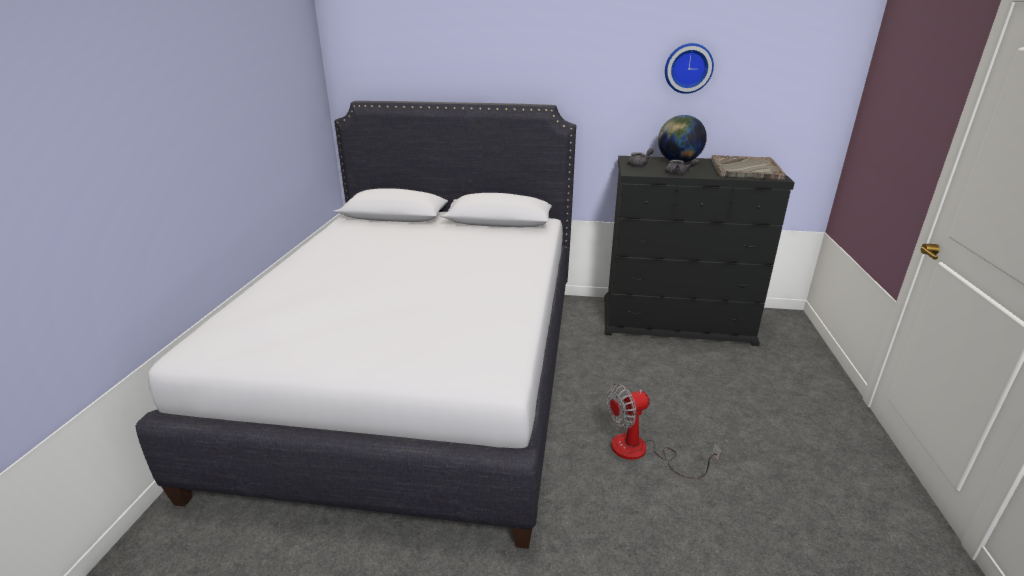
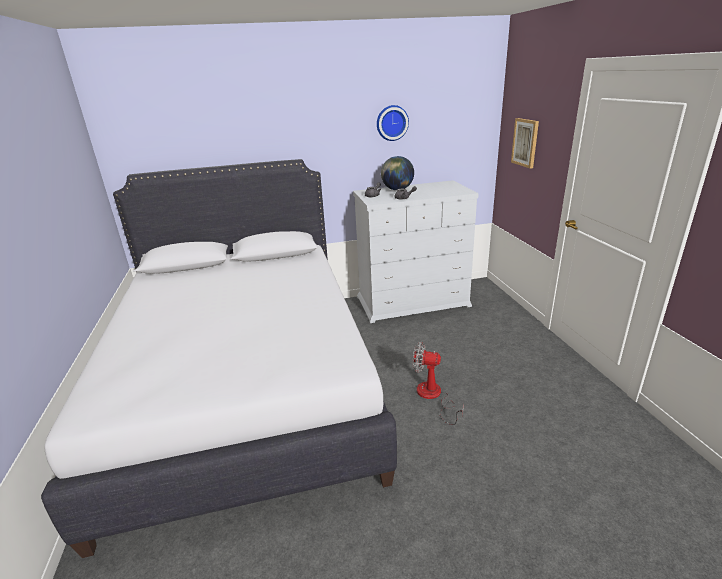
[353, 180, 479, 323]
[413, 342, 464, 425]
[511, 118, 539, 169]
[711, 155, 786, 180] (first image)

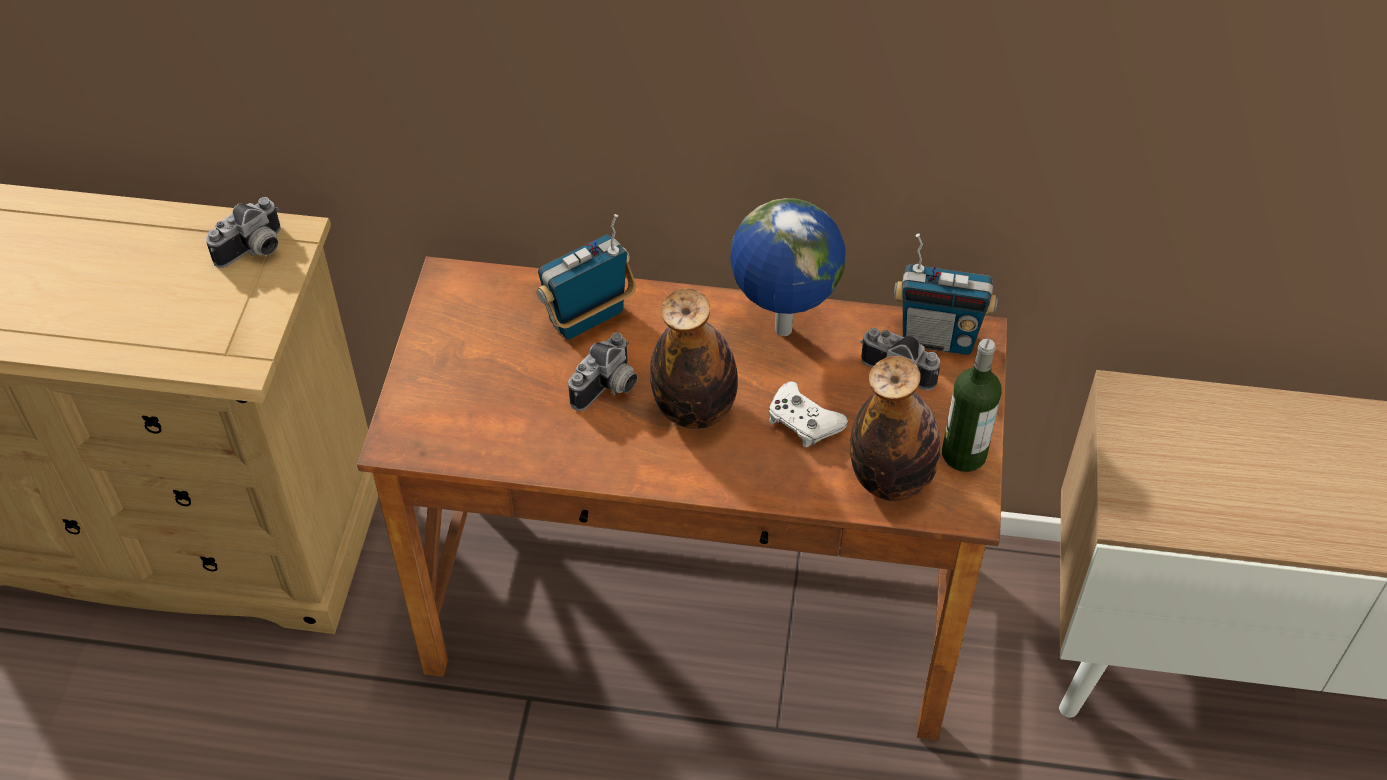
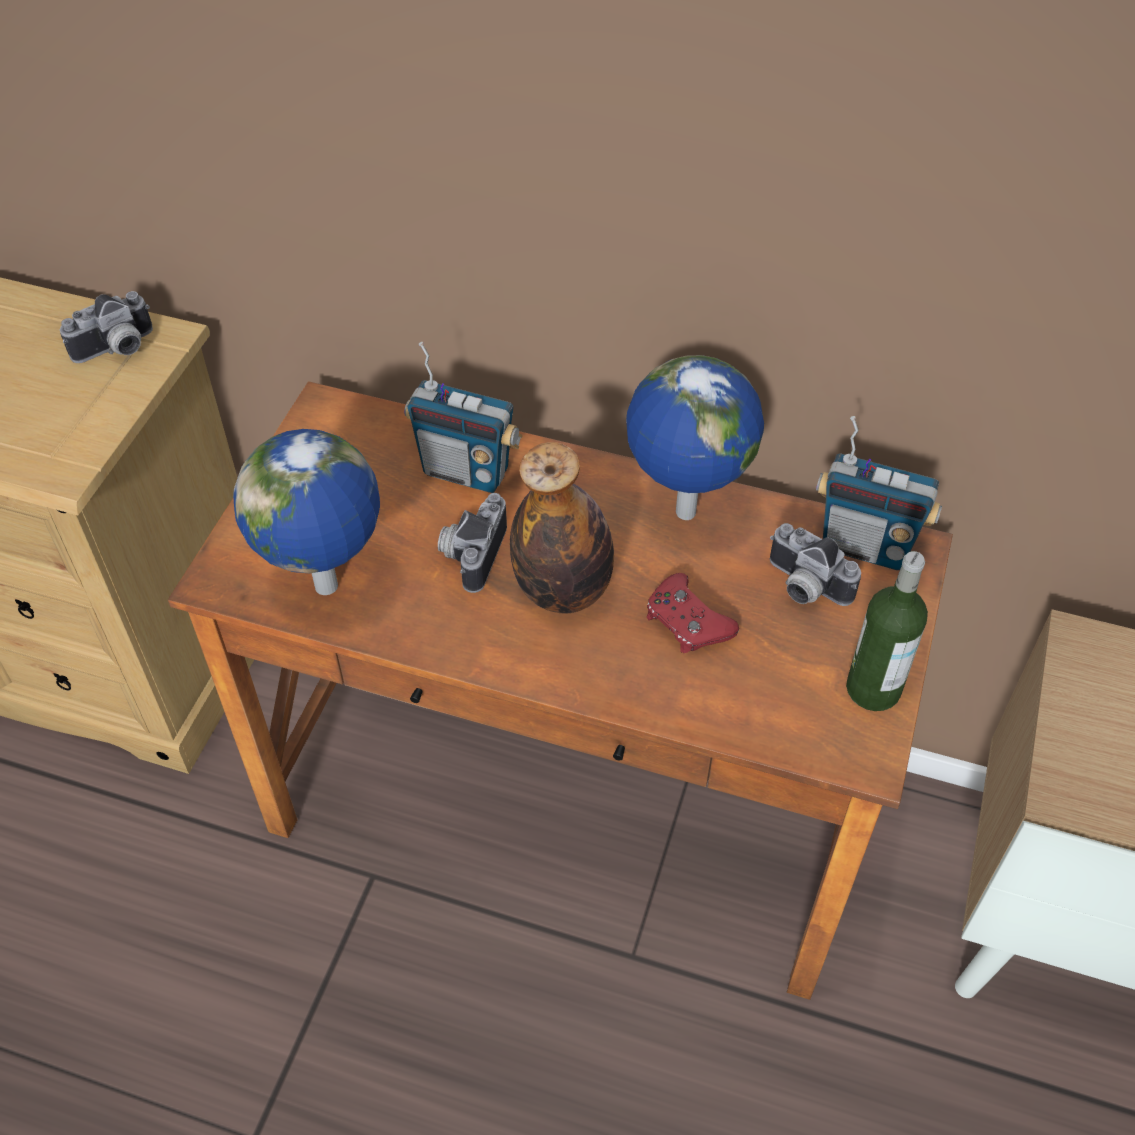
[233, 429, 380, 595]
[404, 342, 522, 493]
[438, 493, 507, 593]
[647, 573, 739, 653]
[850, 356, 941, 501] (first image)

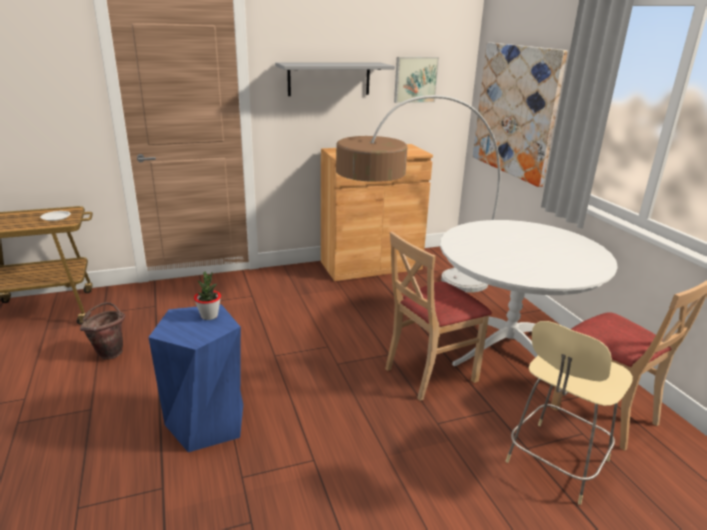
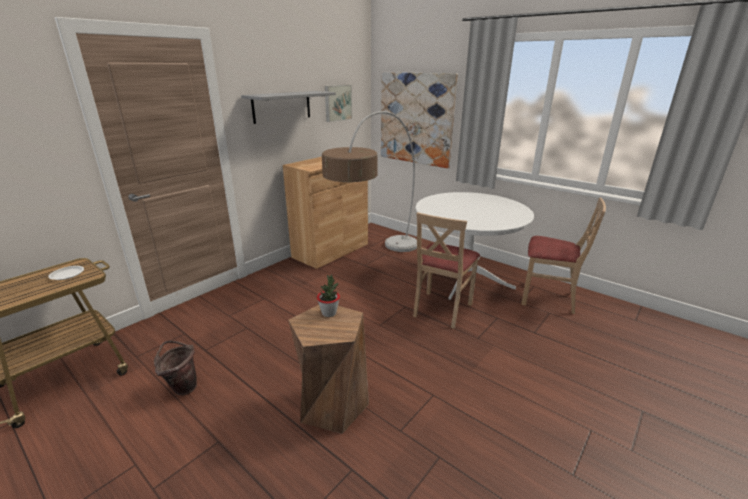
[288, 305, 369, 434]
[506, 321, 633, 505] (first image)

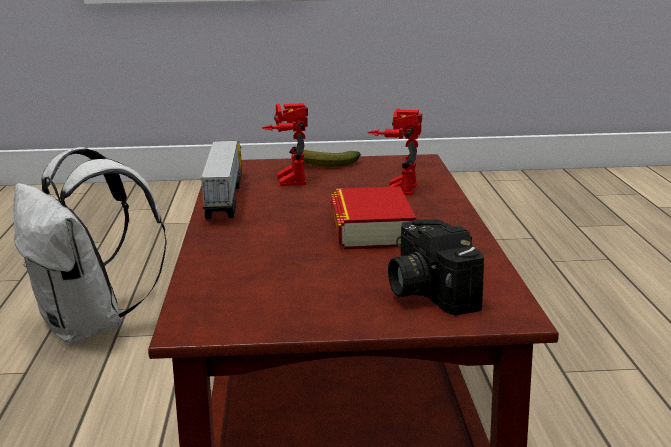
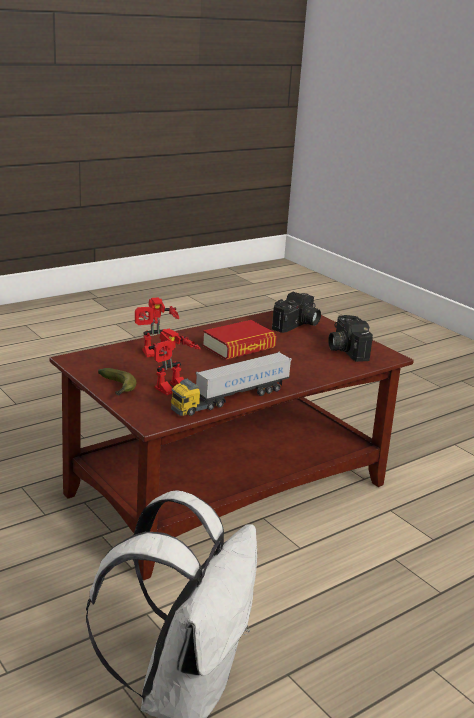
[328, 315, 373, 362]

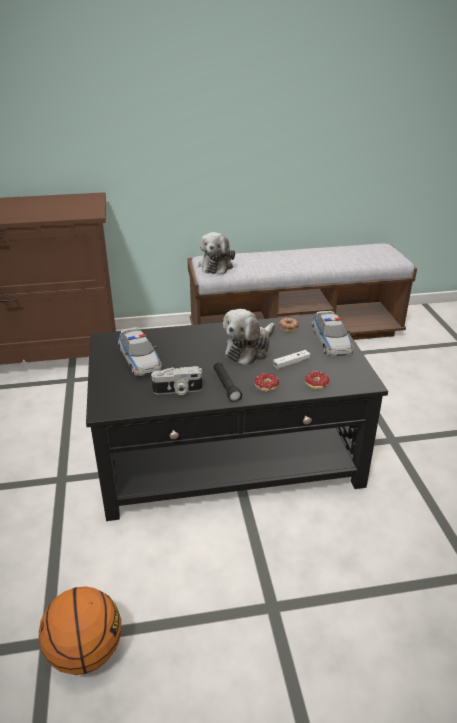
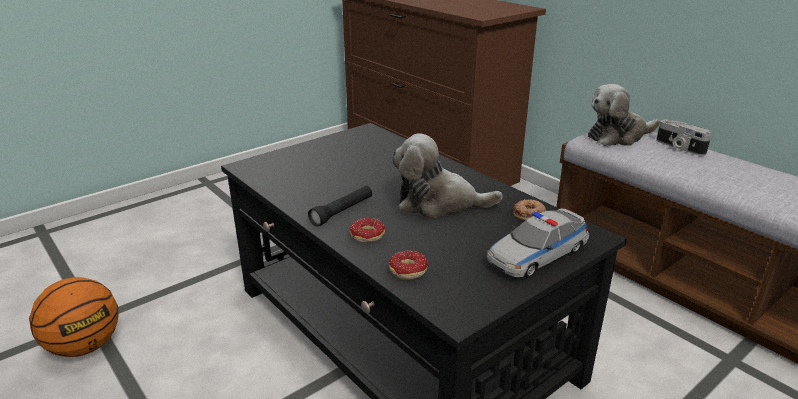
[656, 120, 712, 156]
[118, 327, 162, 376] (first image)
[273, 350, 310, 369] (first image)

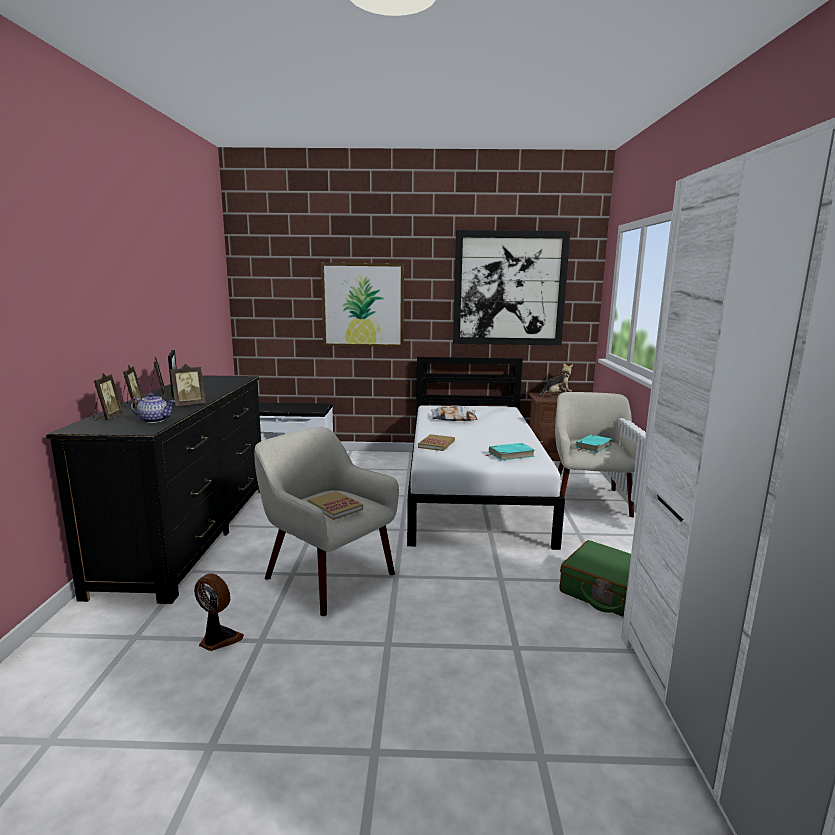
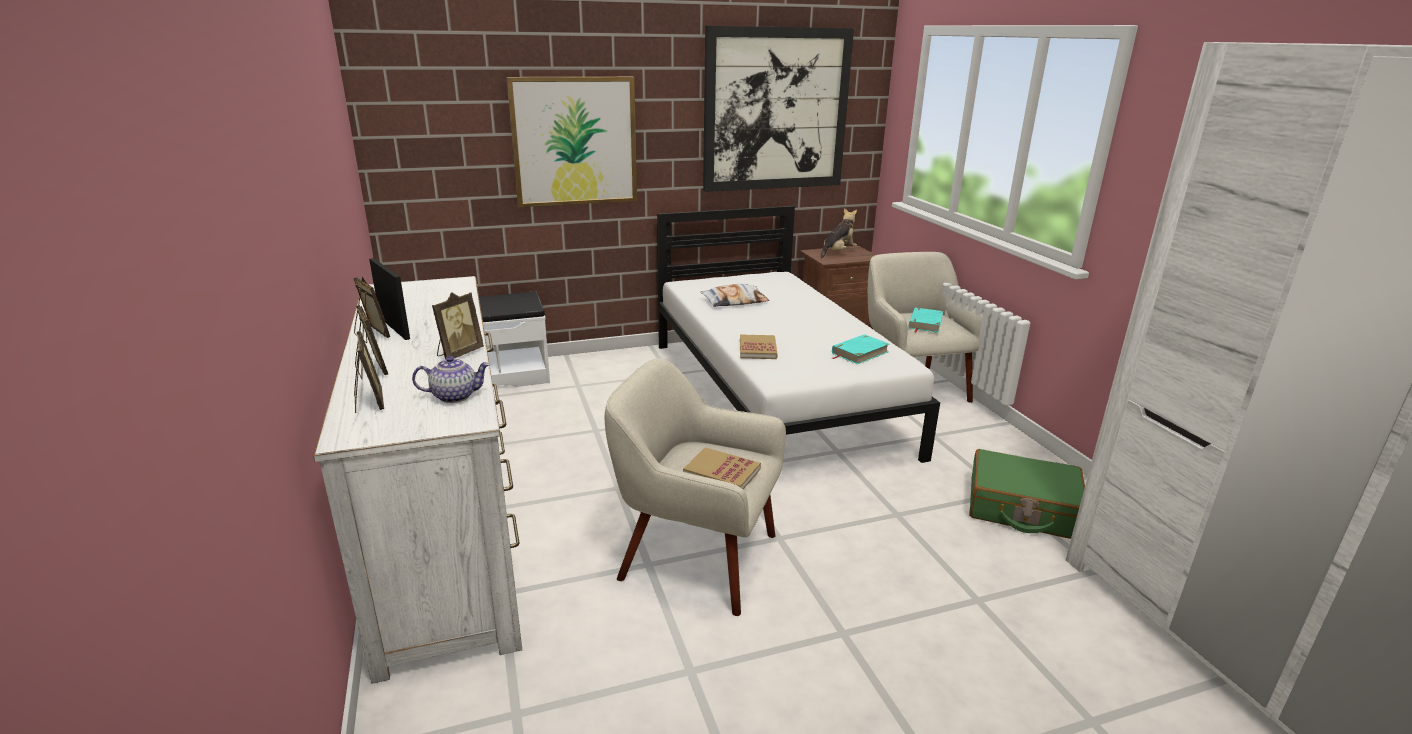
[313, 276, 522, 684]
[194, 573, 244, 651] (first image)

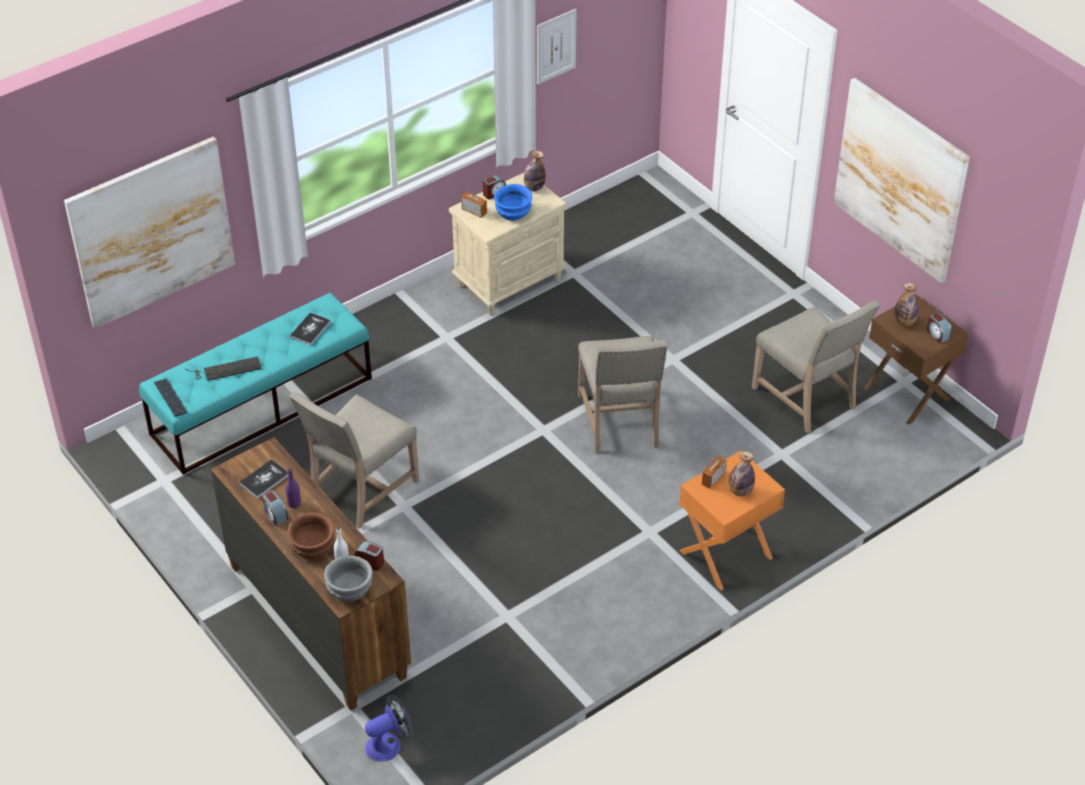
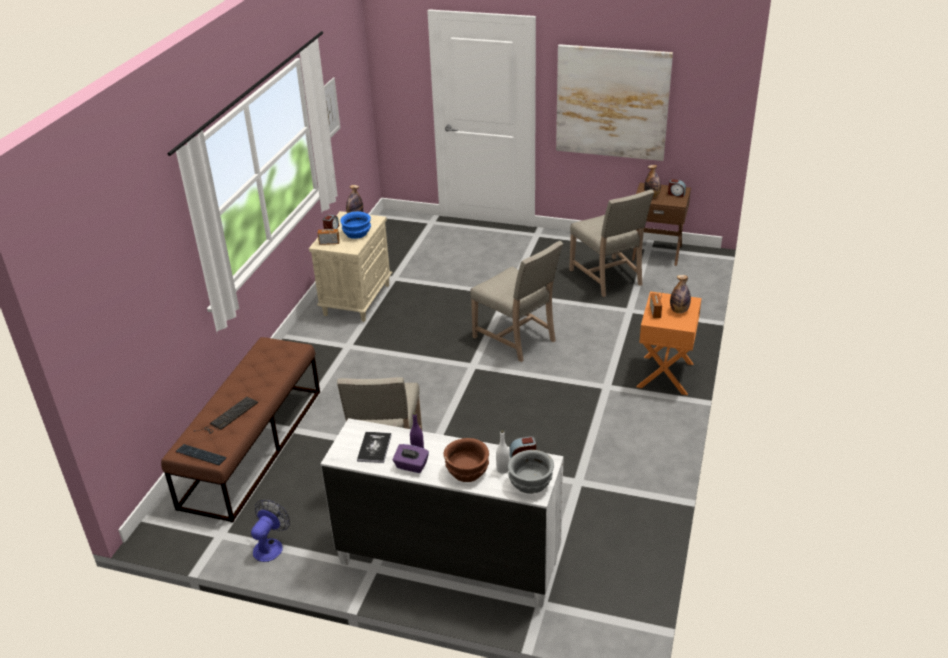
[161, 337, 320, 523]
[251, 500, 290, 562]
[321, 418, 564, 608]
[392, 444, 429, 473]
[569, 189, 654, 297]
[64, 136, 235, 329] (first image)
[290, 313, 331, 345] (first image)

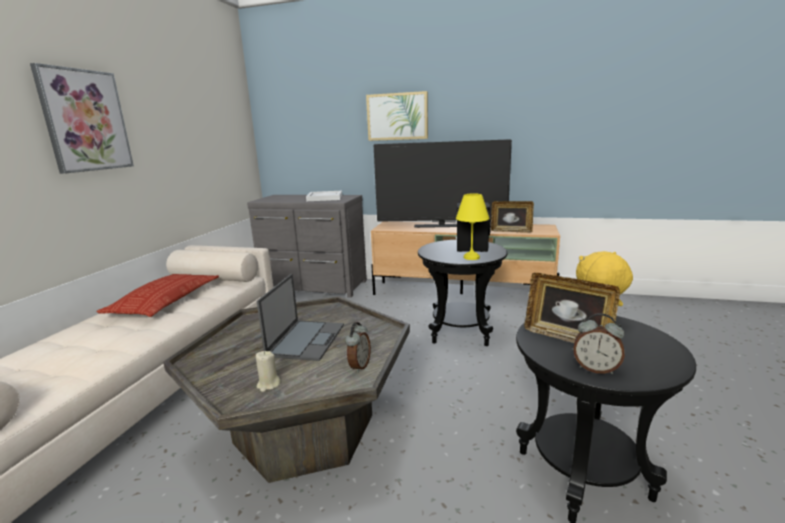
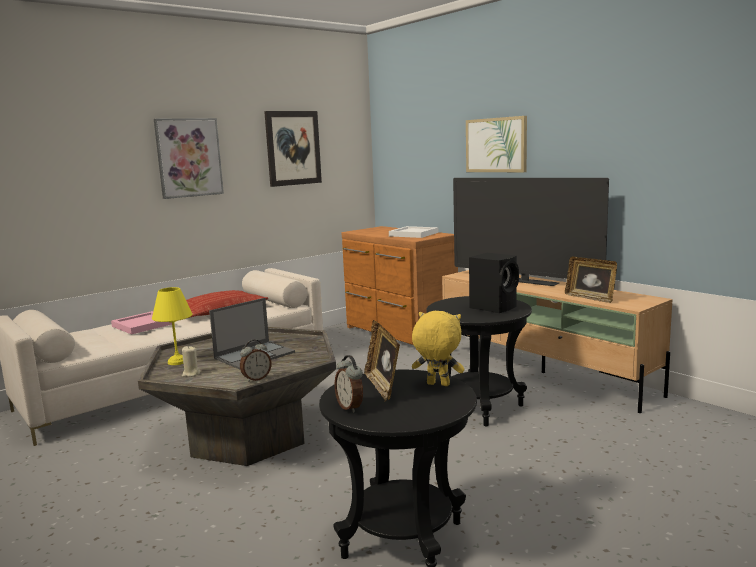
[111, 311, 172, 334]
[152, 287, 192, 365]
[264, 111, 322, 187]
[342, 226, 458, 350]

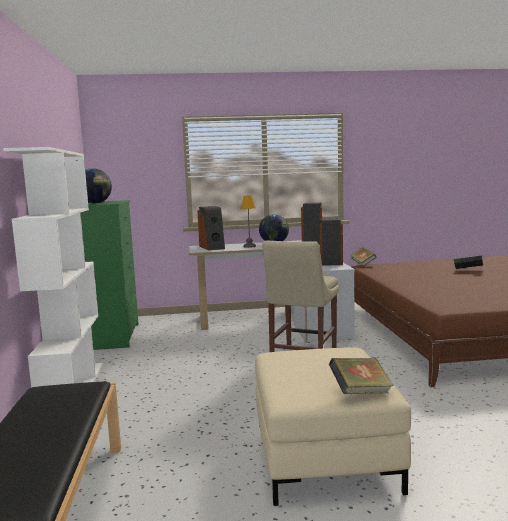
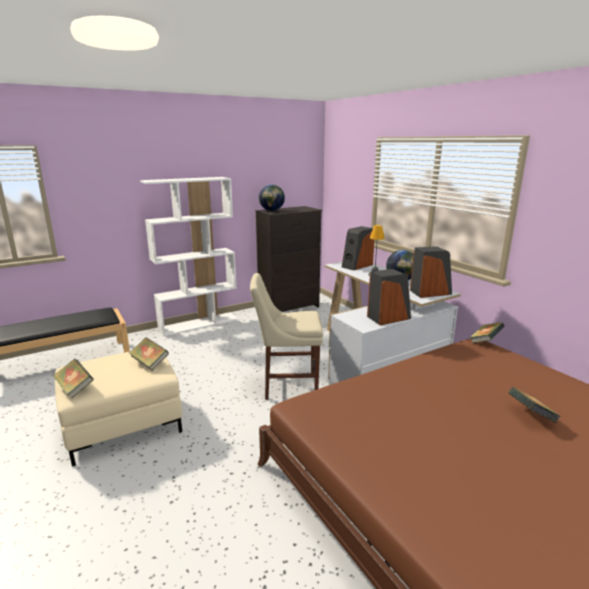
[129, 337, 169, 371]
[255, 206, 322, 312]

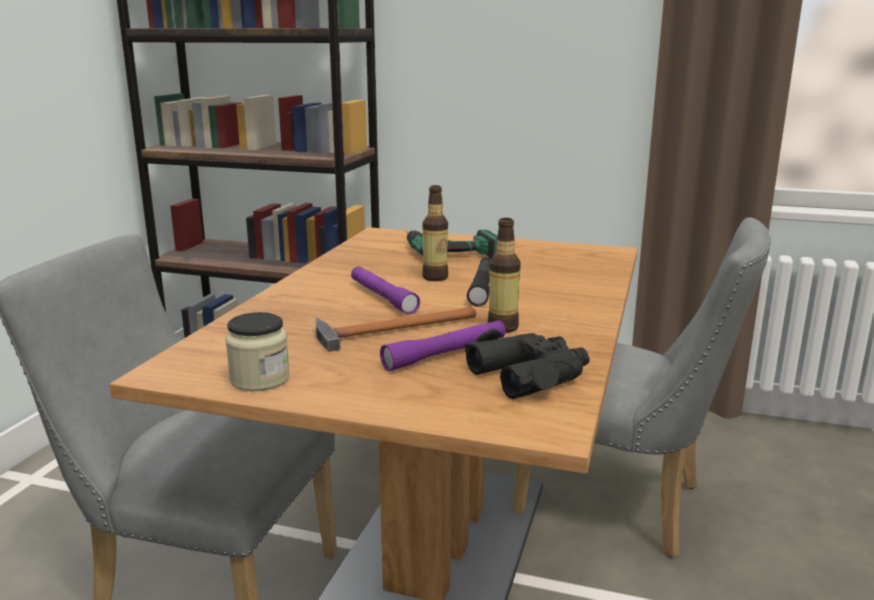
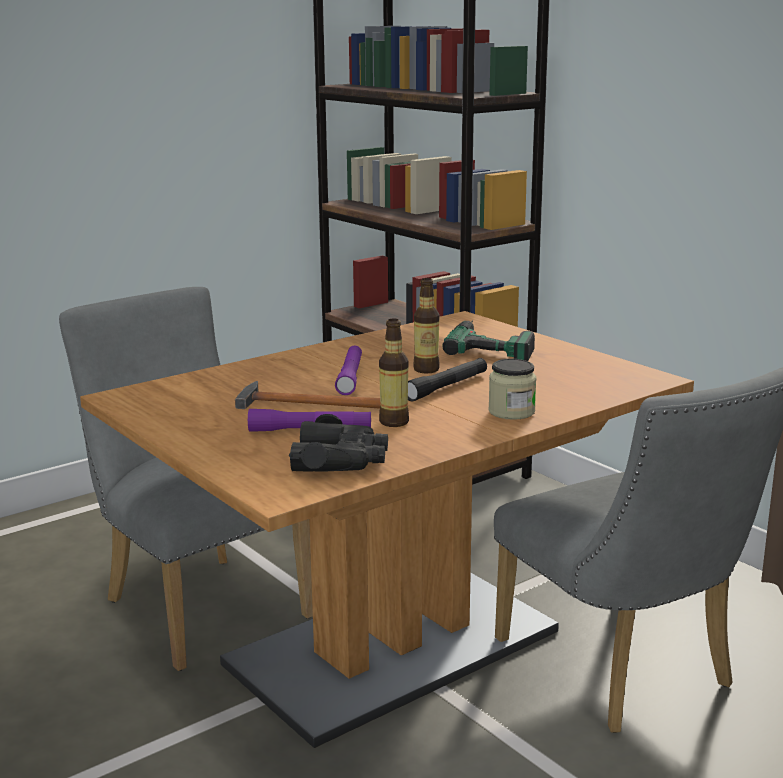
[488, 359, 537, 420]

